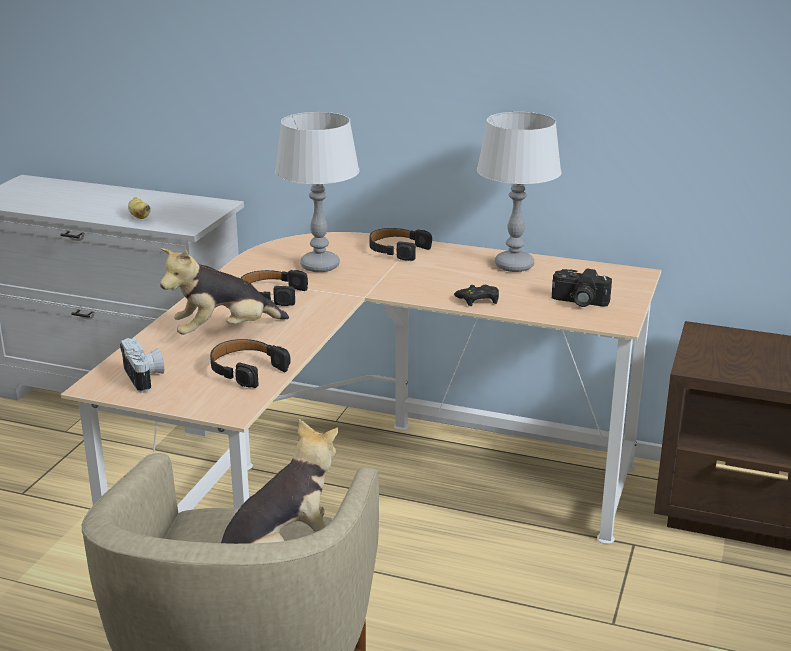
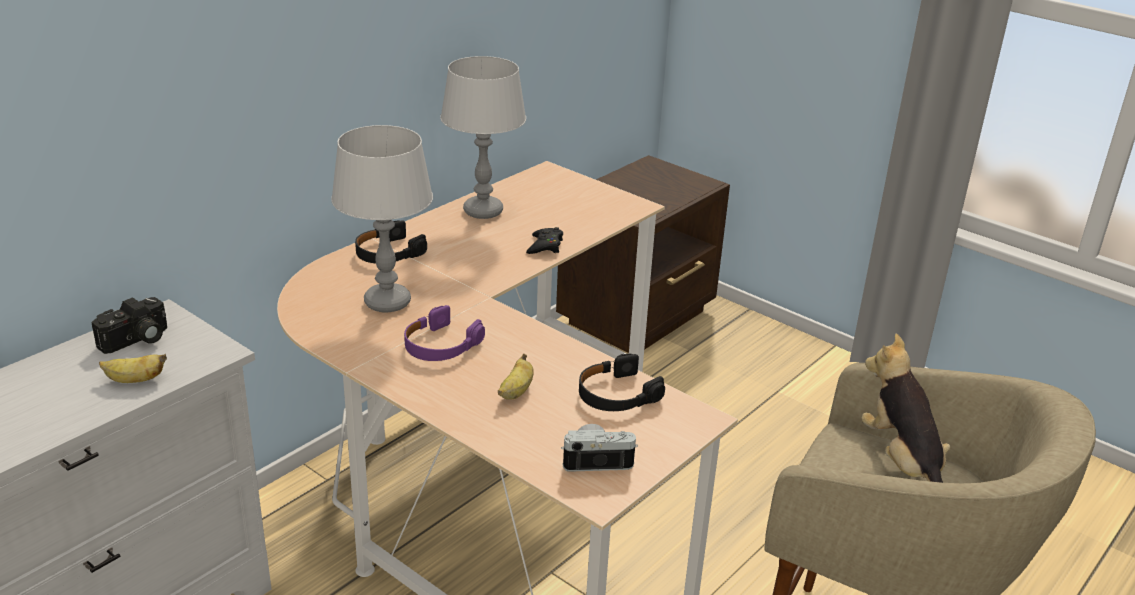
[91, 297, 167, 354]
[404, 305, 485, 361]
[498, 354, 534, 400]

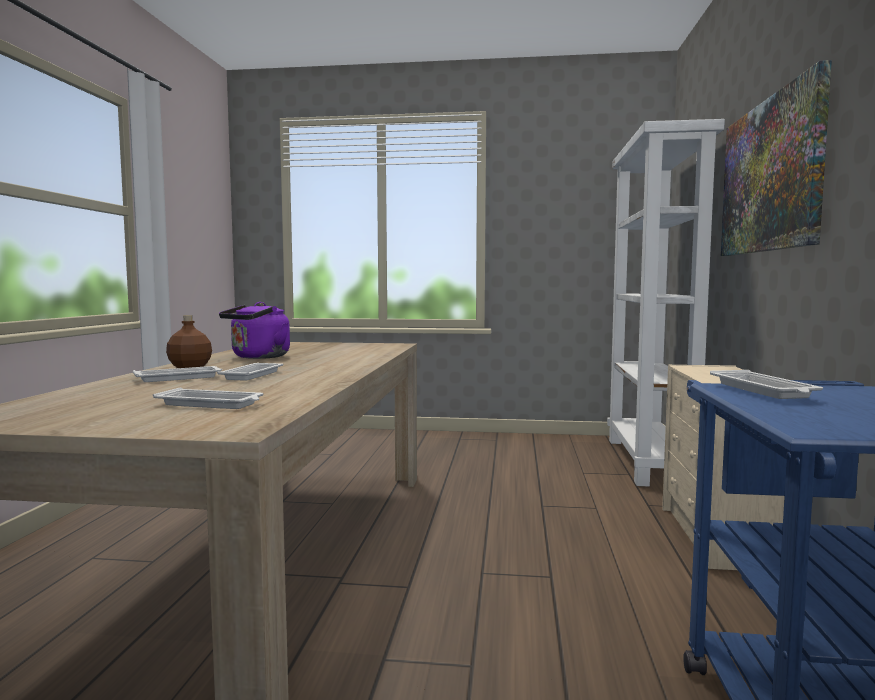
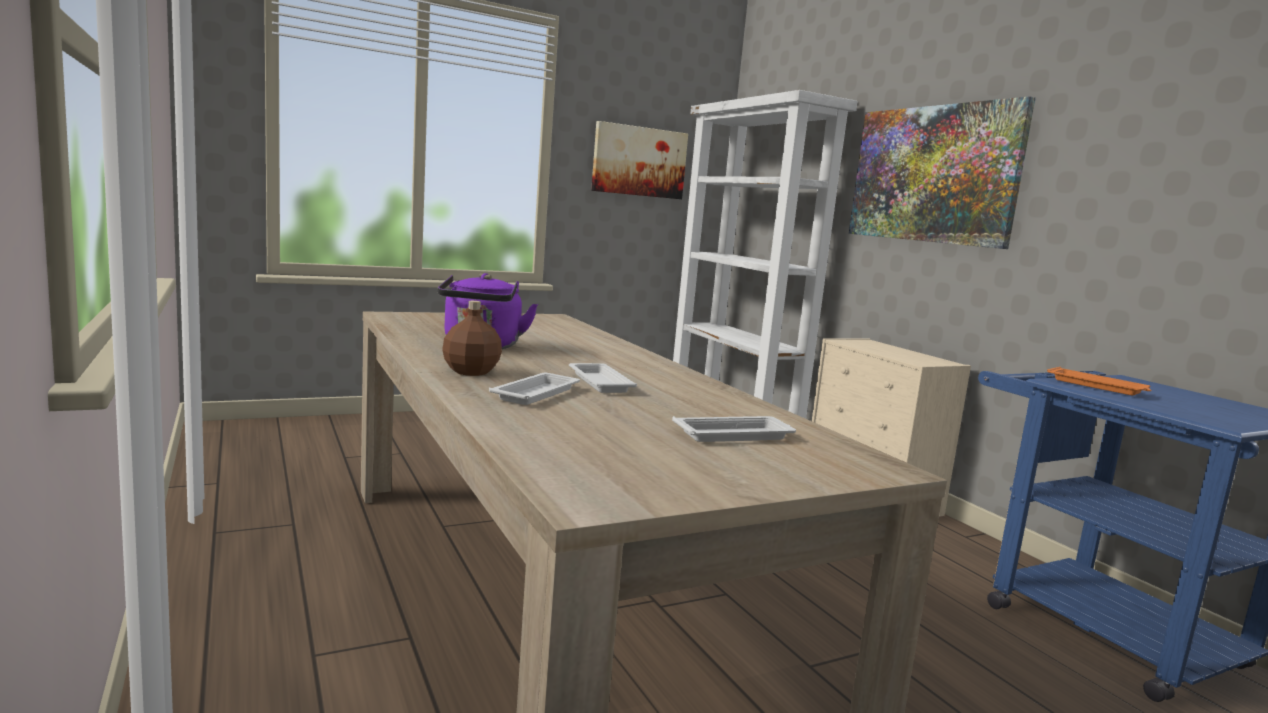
[591, 121, 688, 199]
[1047, 367, 1151, 396]

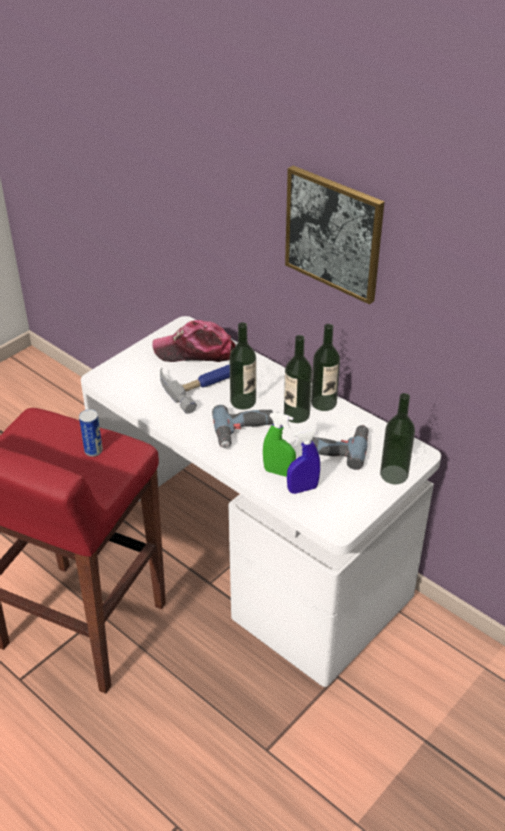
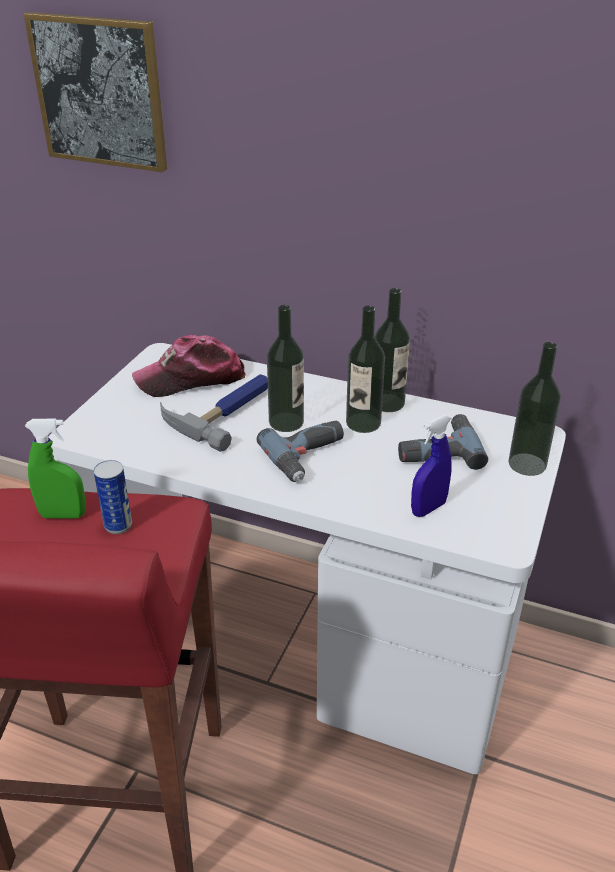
[24, 12, 167, 172]
[25, 419, 86, 519]

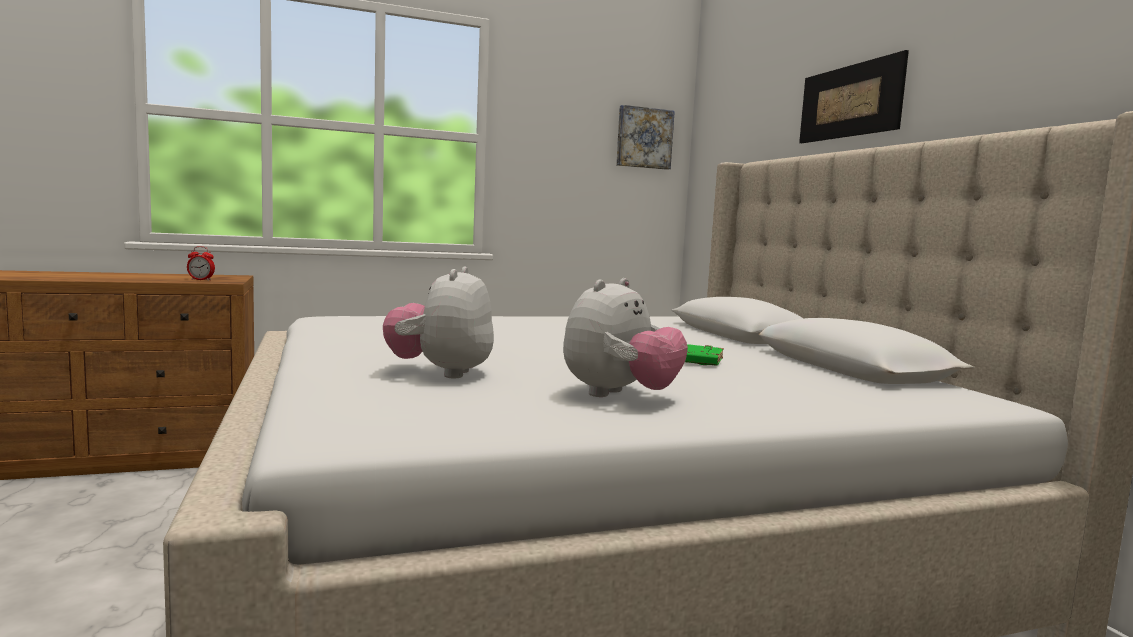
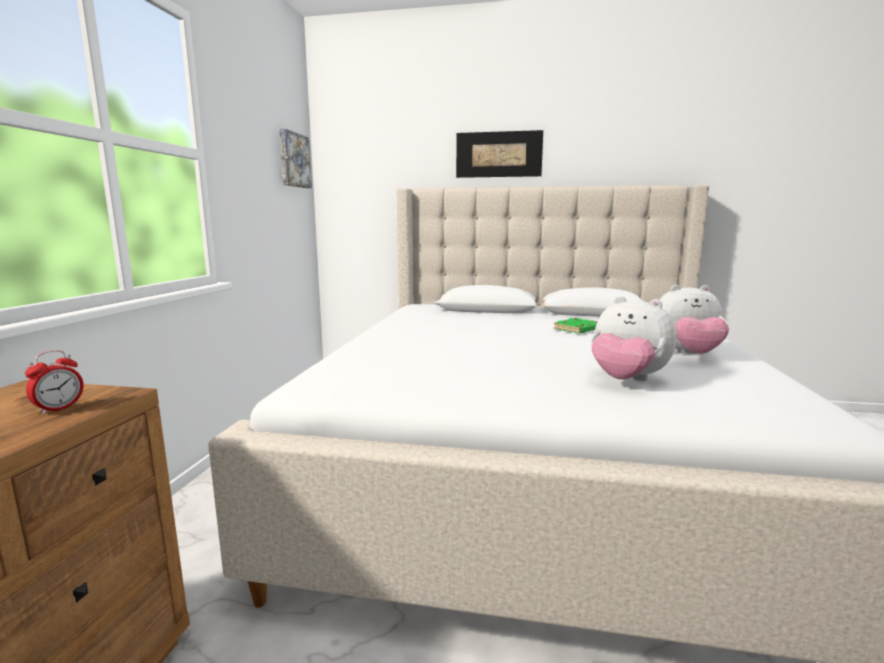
[659, 285, 729, 354]

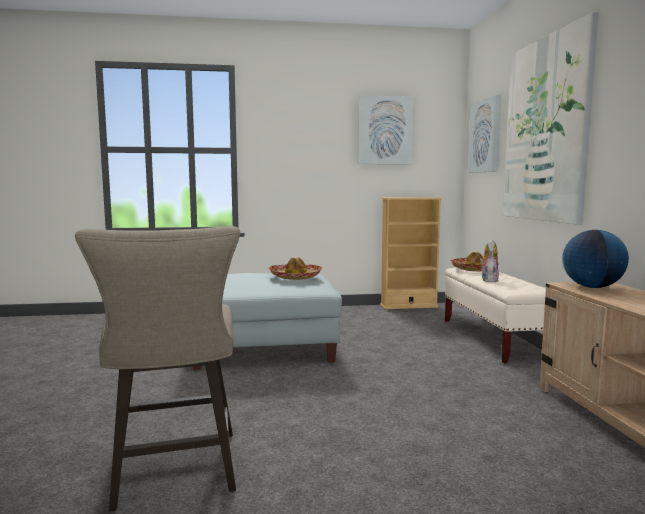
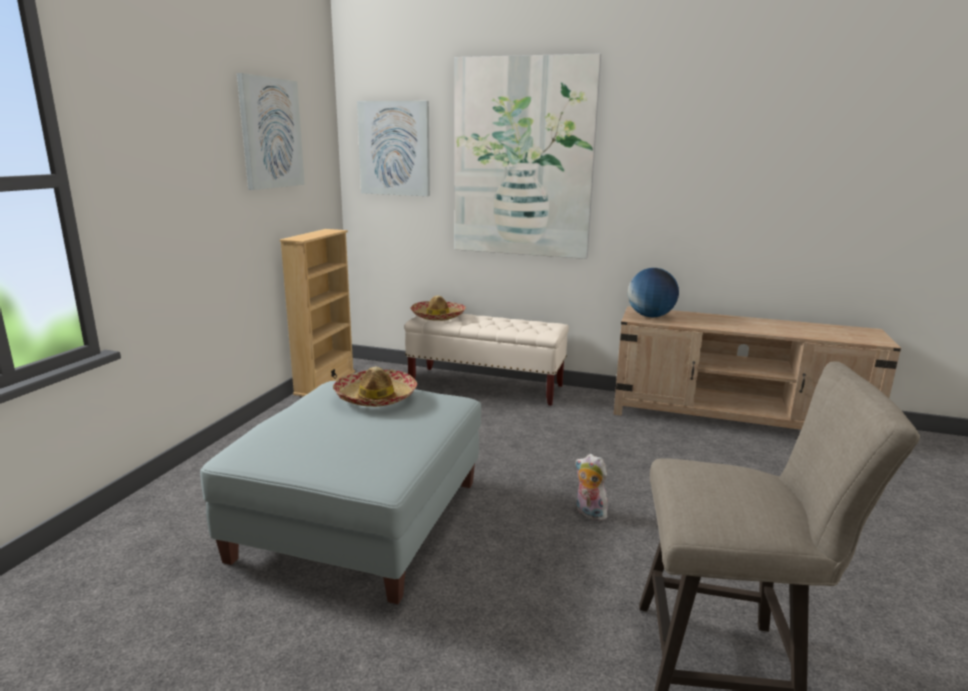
[575, 454, 609, 521]

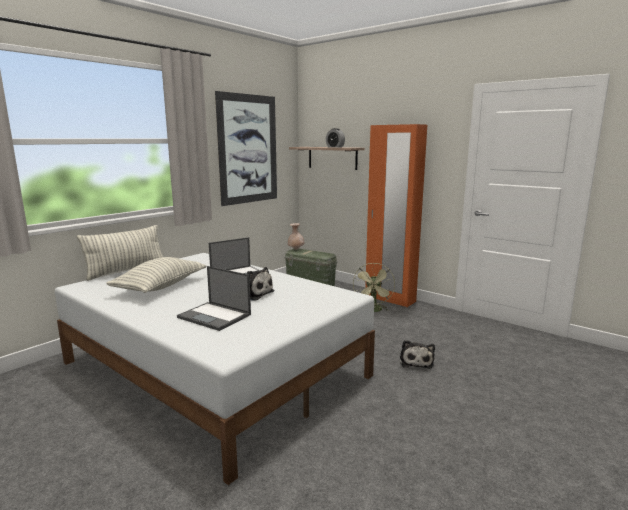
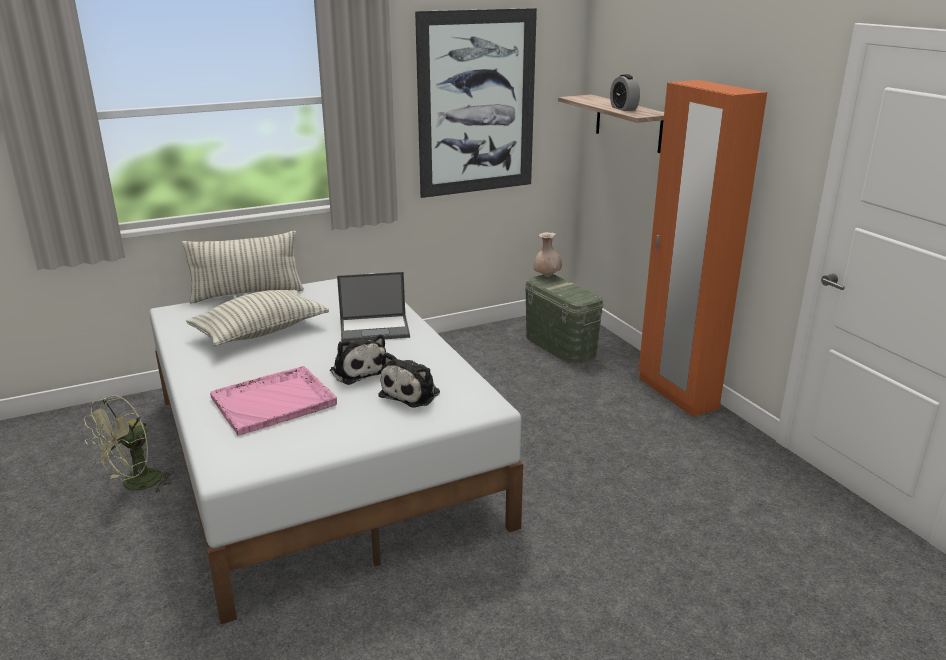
[84, 395, 175, 493]
[210, 366, 337, 436]
[378, 352, 440, 408]

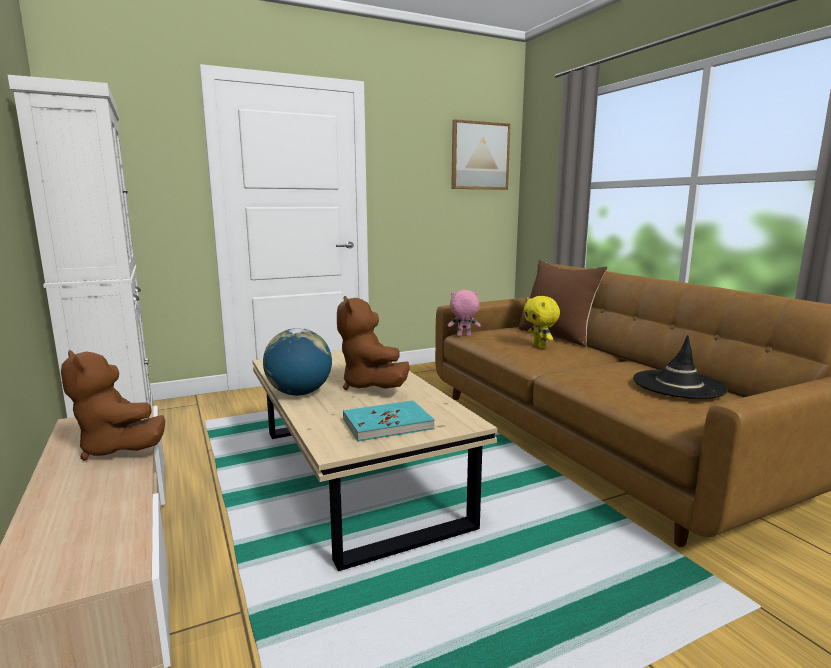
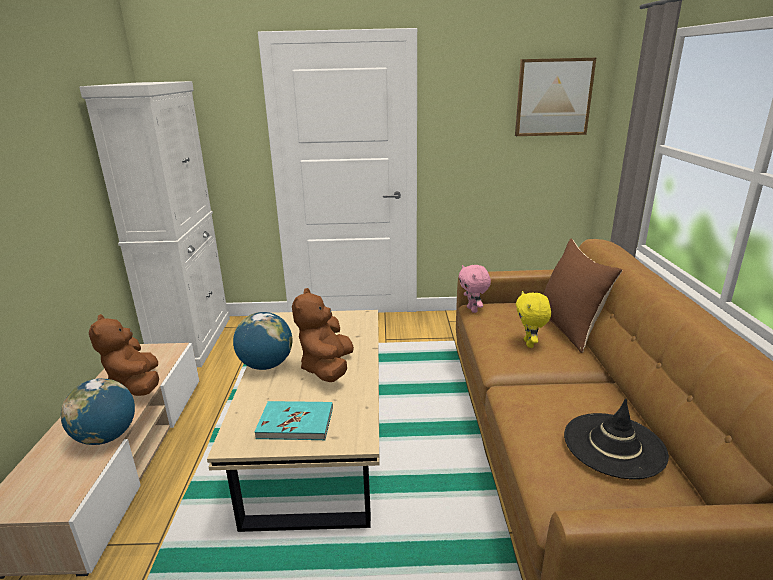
[61, 378, 135, 445]
[459, 265, 491, 313]

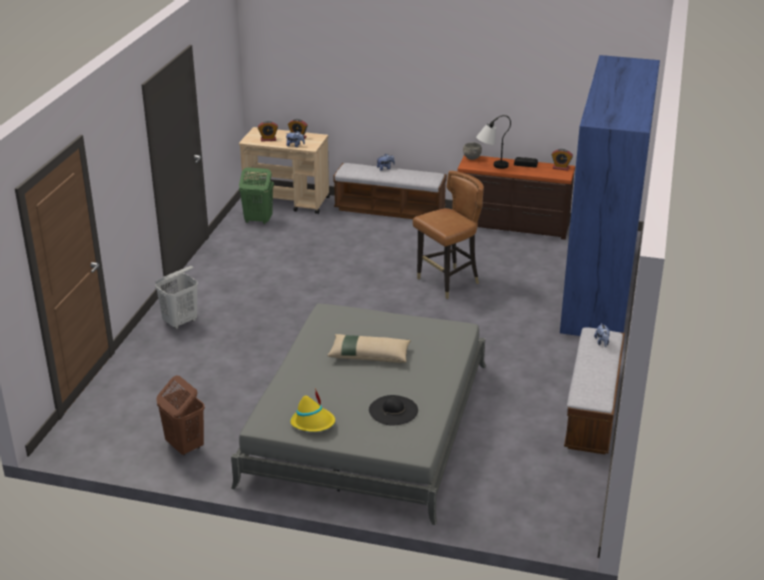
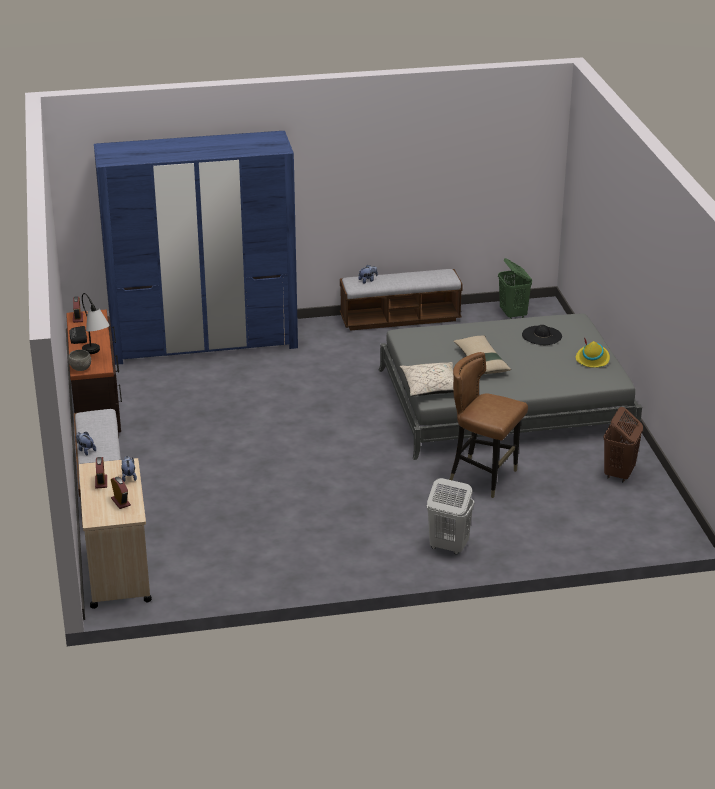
[400, 362, 453, 396]
[450, 352, 528, 498]
[498, 258, 532, 319]

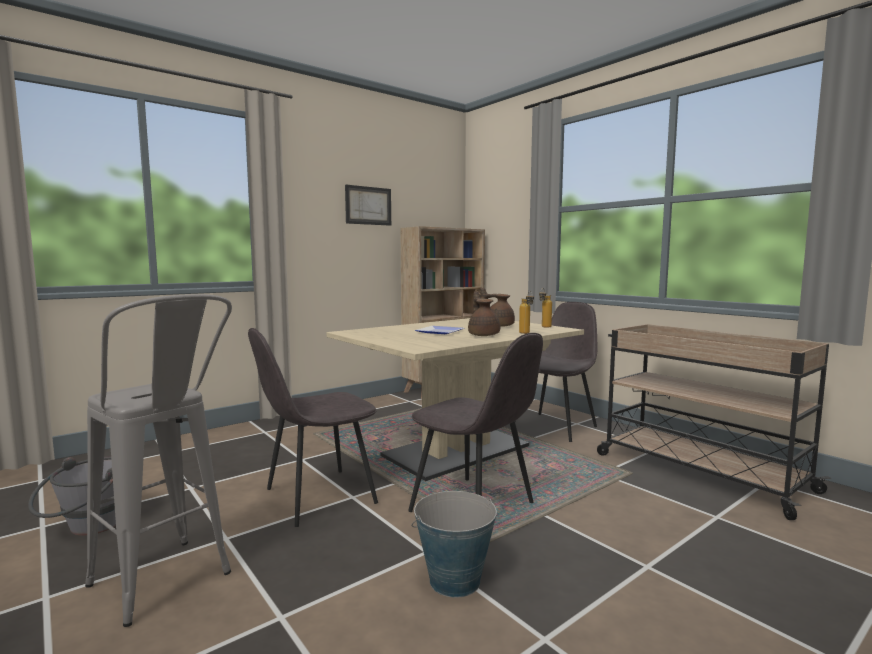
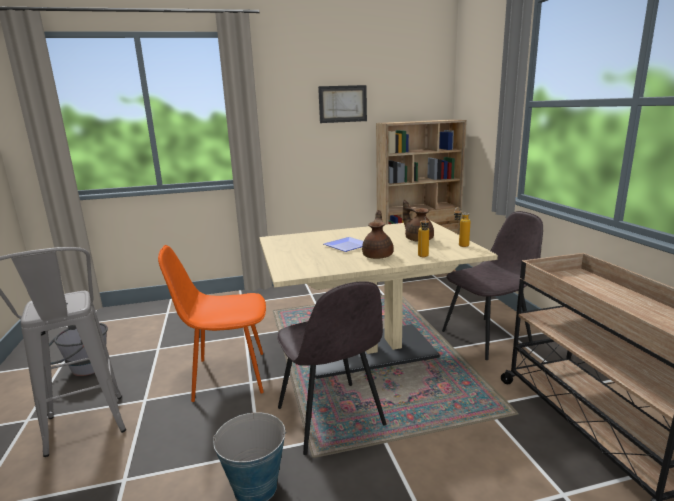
[158, 245, 266, 402]

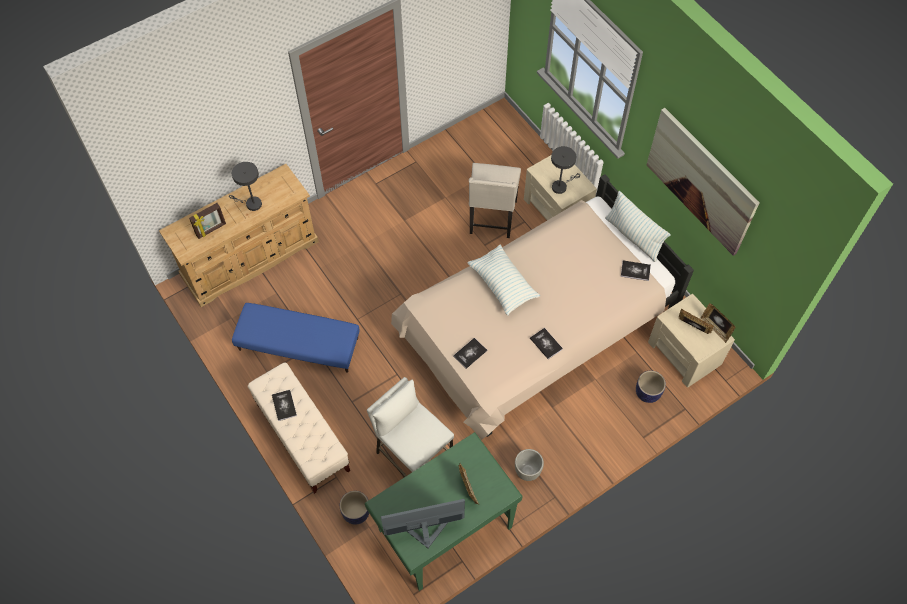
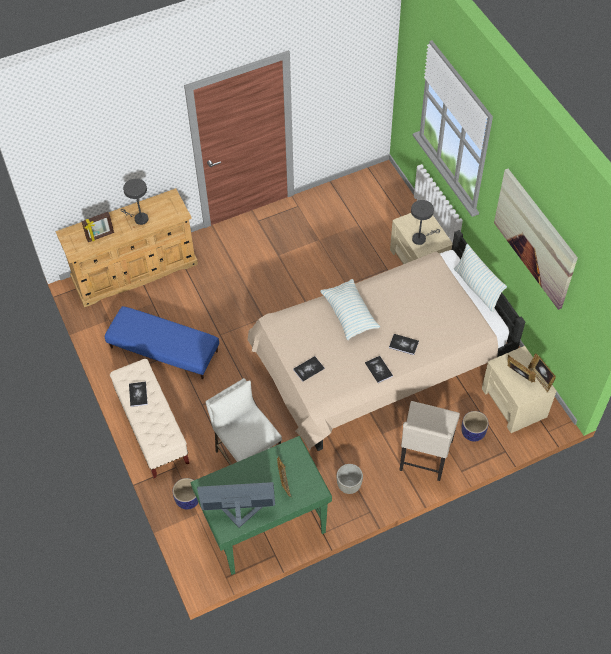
[389, 334, 419, 355]
[399, 401, 460, 481]

